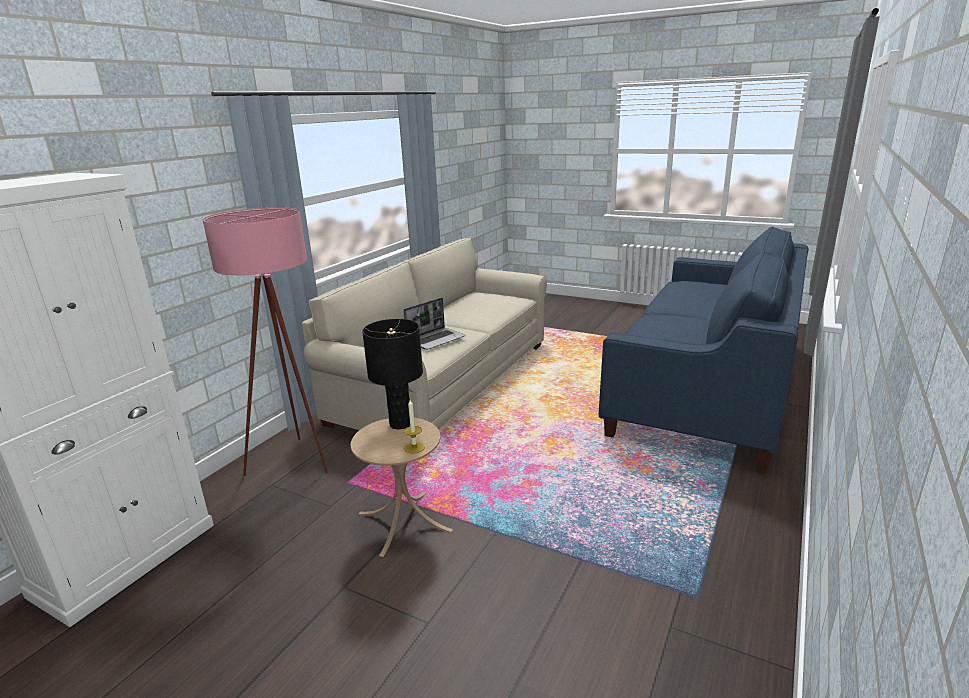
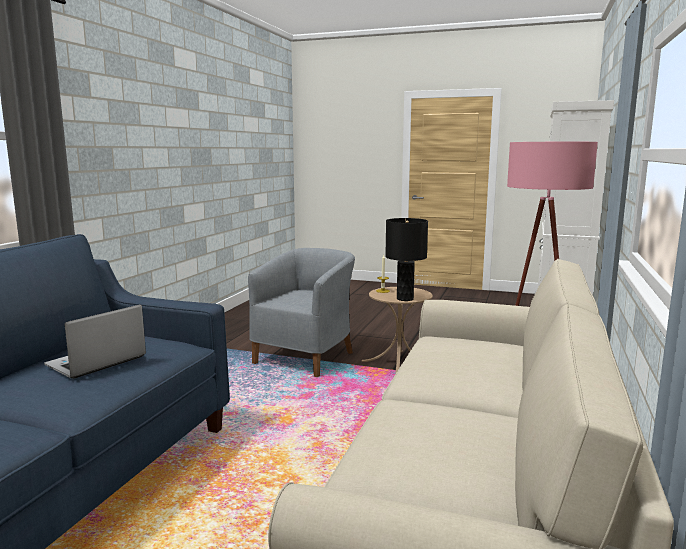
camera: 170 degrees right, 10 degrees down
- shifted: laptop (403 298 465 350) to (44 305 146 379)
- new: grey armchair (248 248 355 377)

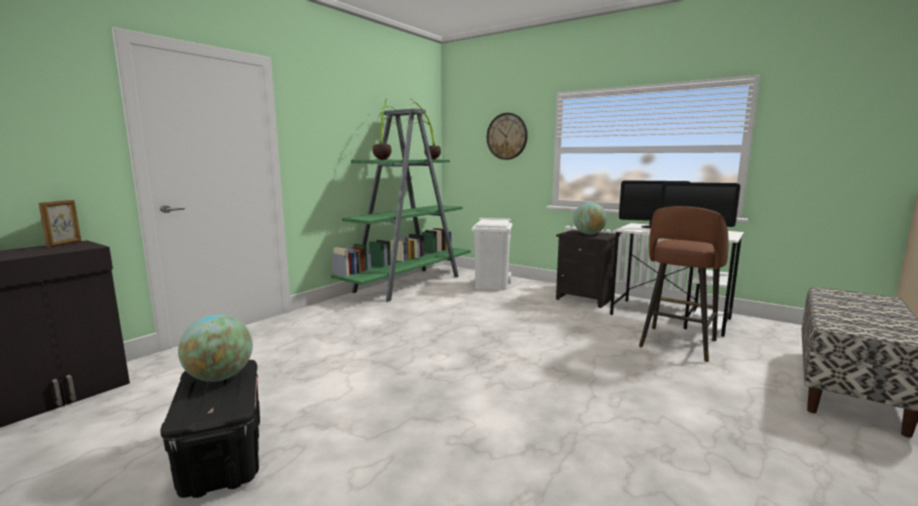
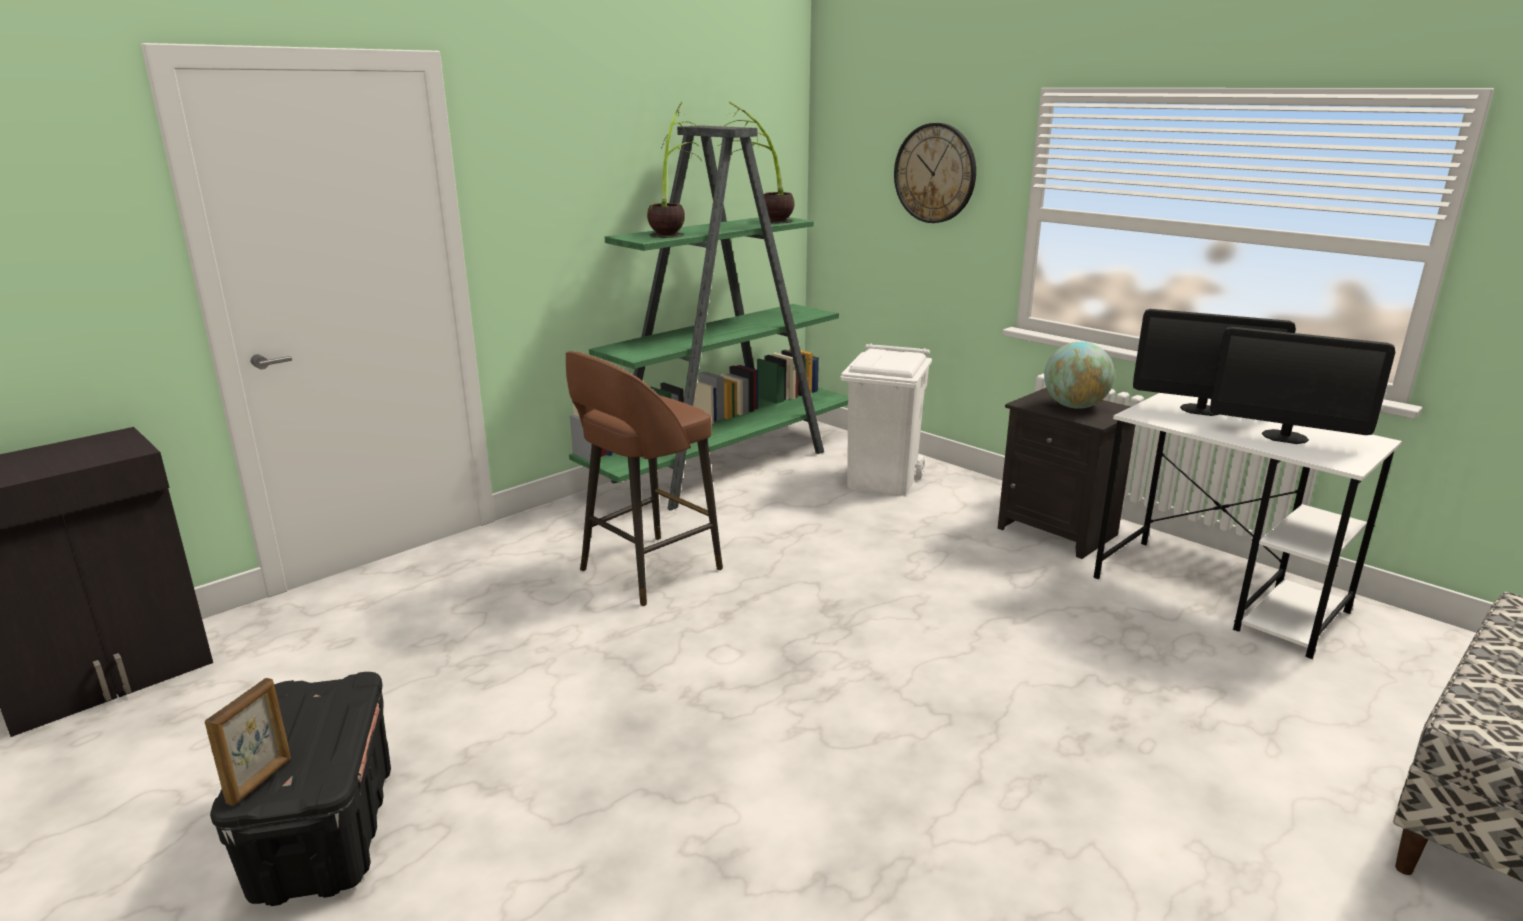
camera: 10 degrees right, 10 degrees up
- shifted: picture frame (39 200 81 247) to (205 678 291 806)
- shifted: brown stool (639 206 729 362) to (566 351 723 606)
- gone: globe (178 314 253 382)

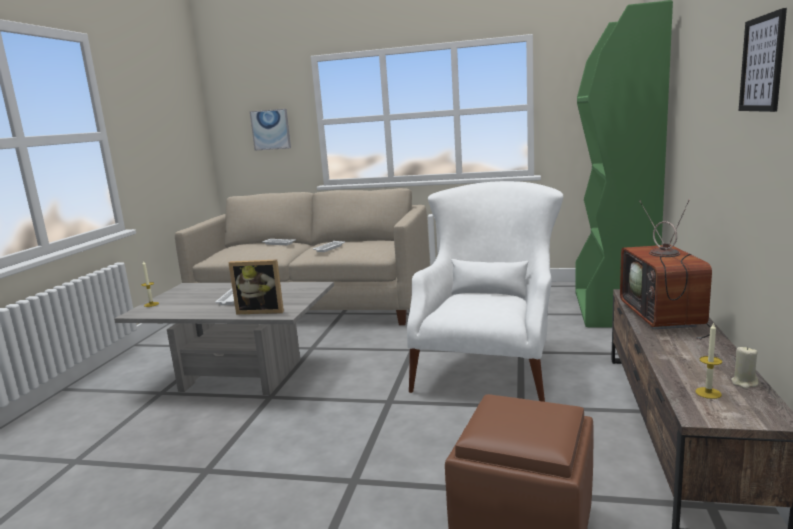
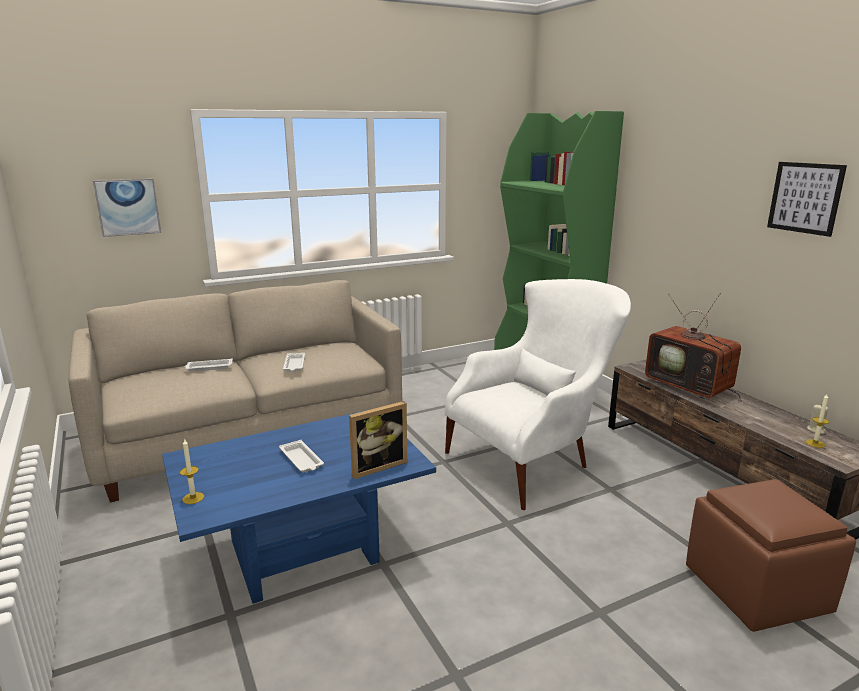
camera: 40 degrees left, 5 degrees up
- repainted: grey coffee table (114 282 334 395) to blue coffee table (162 411 436 604)
- rotated: white armchair (407 181 563 402) = (445 279 631 510) 75 degrees clockwise

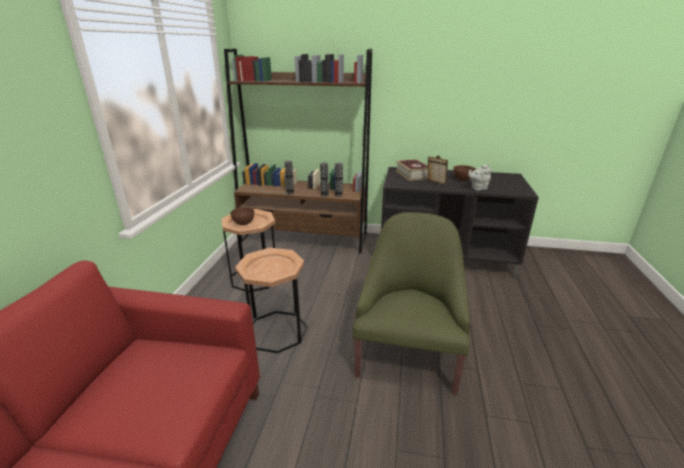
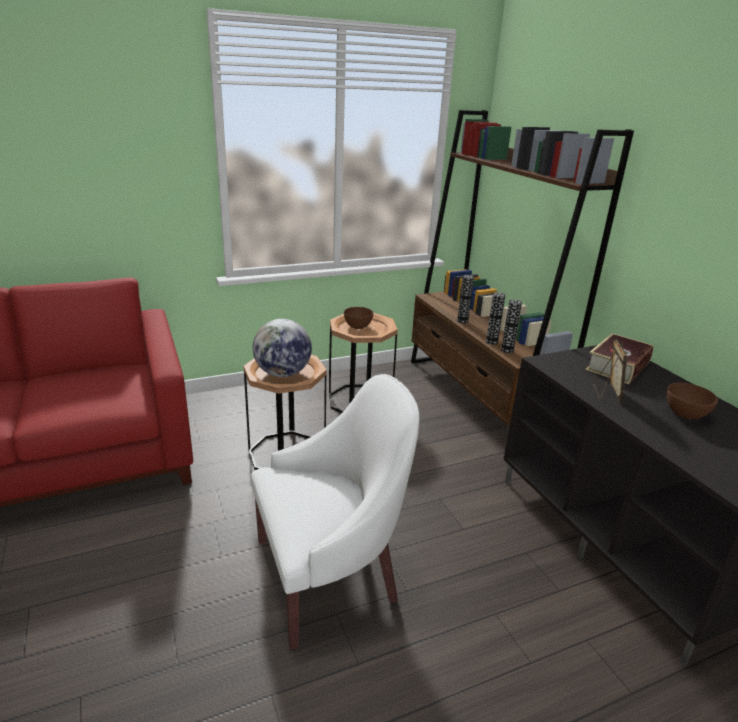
camera: 55 degrees right, 0 degrees up
- repainted: green armchair (353 213 470 395) to white armchair (251 374 420 650)
- new: globe (253 319 312 377)
- gone: grey teapot (468 164 492 191)

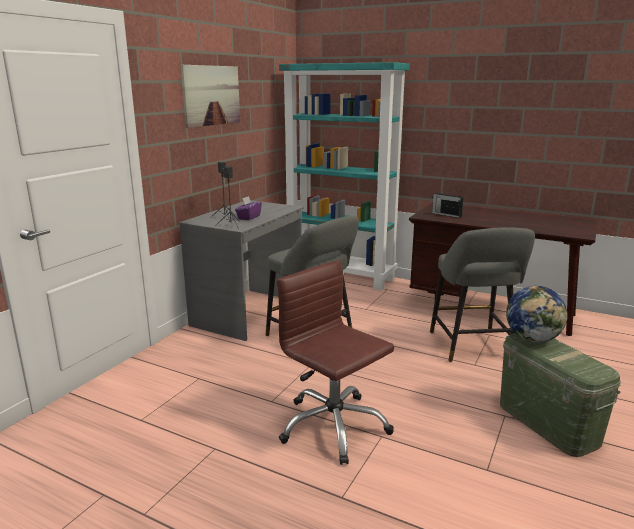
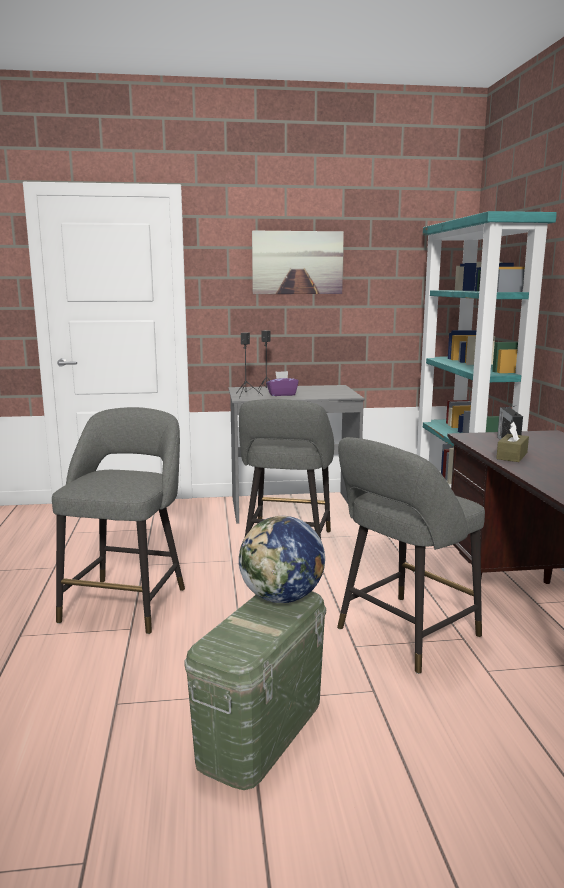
camera: 55 degrees right, 5 degrees down
- swapped: brown office chair (277 260 394 465) to grey stool (52 407 185 634)
- new: brown tissue box (496 422 529 462)

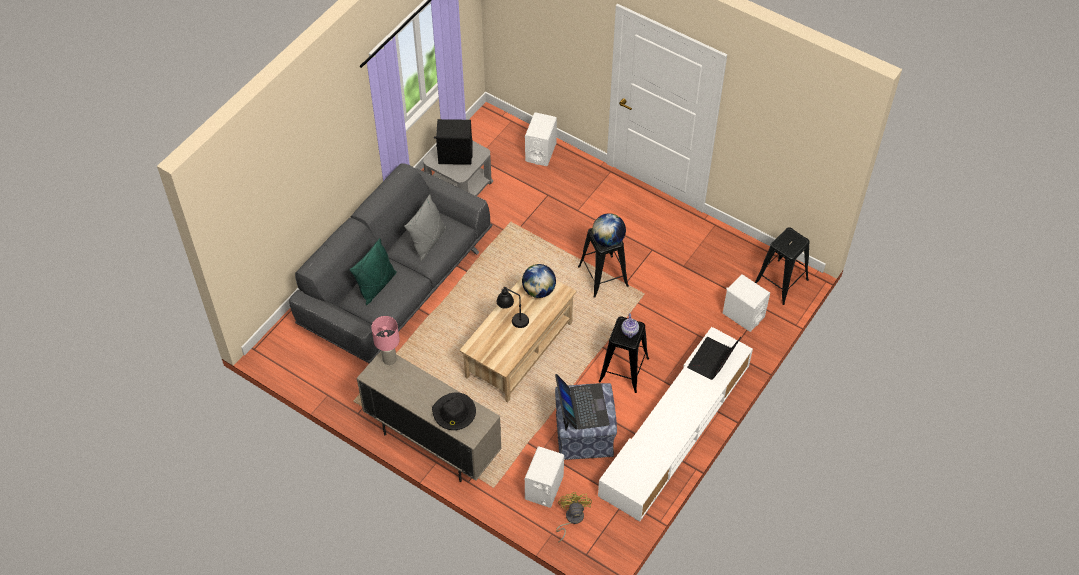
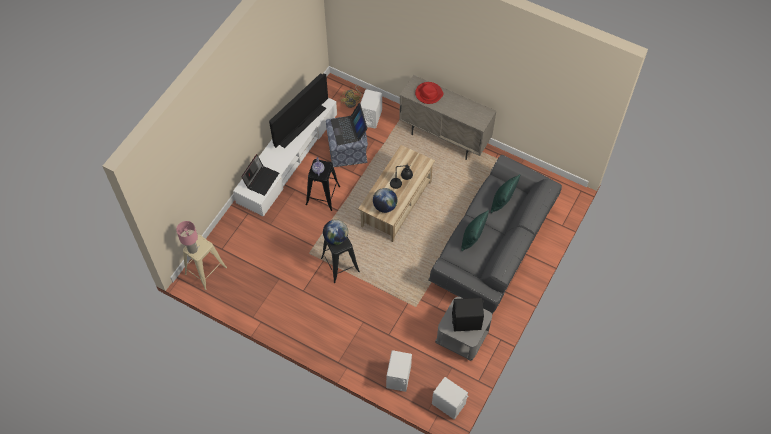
camera: 175 degrees right, 5 degrees up
- shifted: pink table lamp (371 316 400 365) to (176 221 198 254)
- repainted: black stool (755 227 810 305) to beige stool (183 235 227 290)
- new: television (269 73 328 148)
- repainted: black hat (432 392 476 430) to red hat (415 82 444 104)
- shifted: white speaker (723 274 770 332) to (432 377 468 420)
- repainted: grey pillow (404 195 446 261) to green pillow (461 210 489 251)

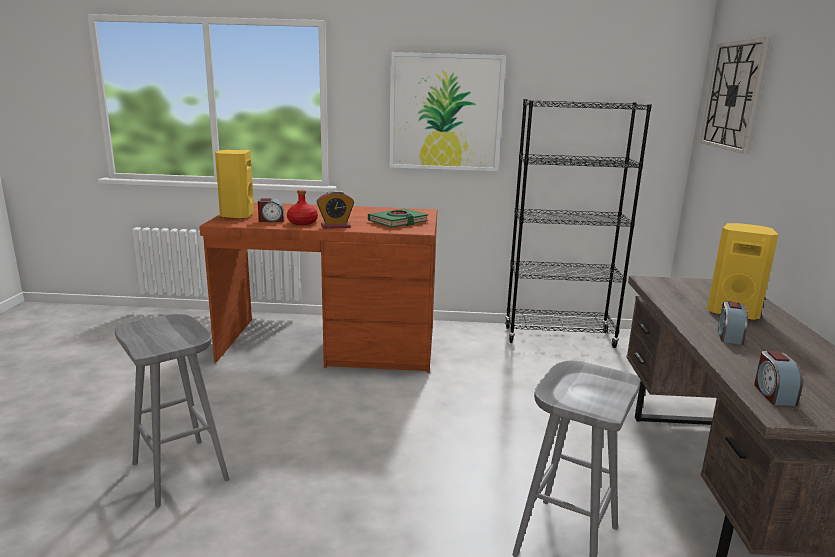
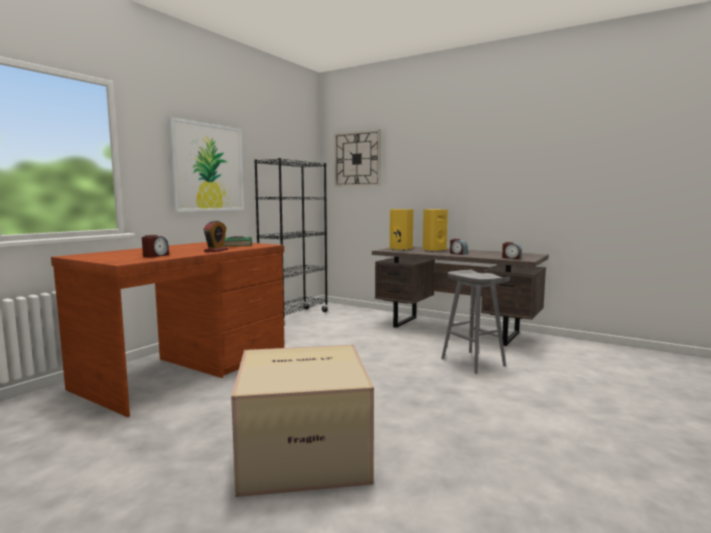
camera: 60 degrees left, 10 degrees down
- swapped: grey stool (115 314 229 507) to cardboard box (231 345 374 497)
- shifted: yellow speaker (215 150 254 219) to (390 209 413 251)
- gone: red bottle (287 190 318 225)

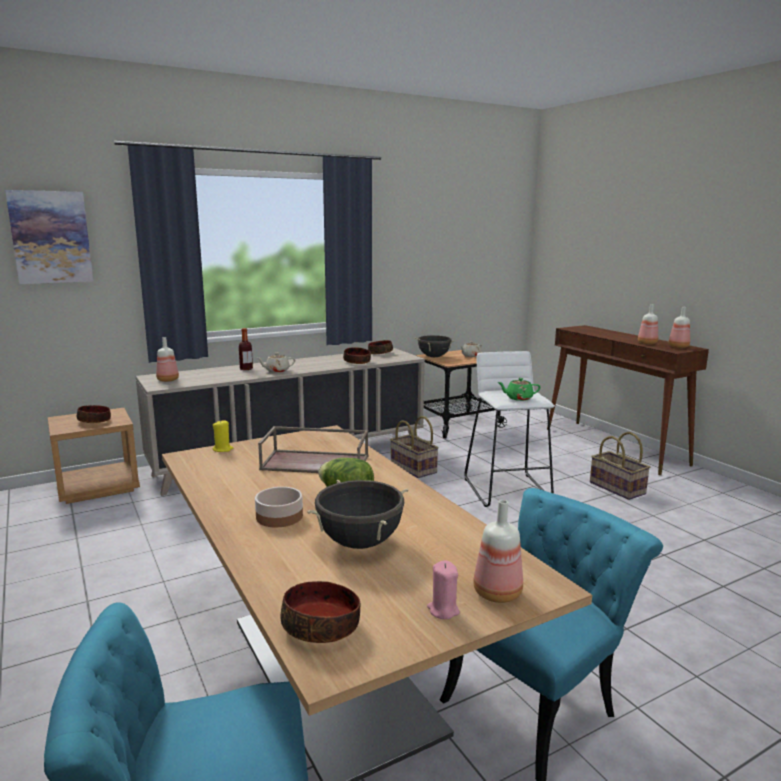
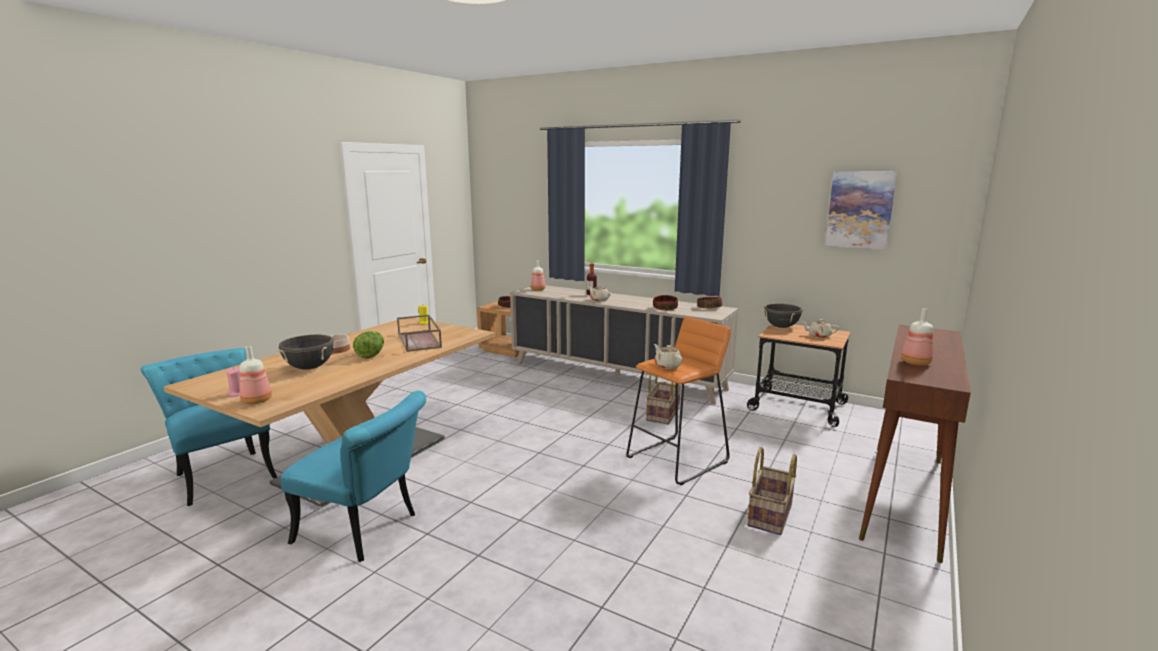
camera: 60 degrees right, 0 degrees up
- repainted: white stool (464 351 555 507) to orange stool (626 317 731 485)
- repainted: green teapot (498 378 541 401) to beige teapot (654 344 683 369)
- shifted: picture (5 190 93 284) to (825 171 897 249)
- gone: bowl (281 581 360 643)
- gone: bottle (669 307 690 348)

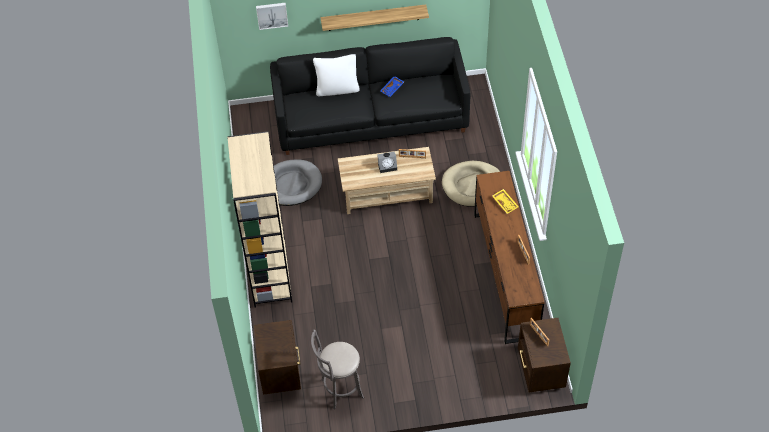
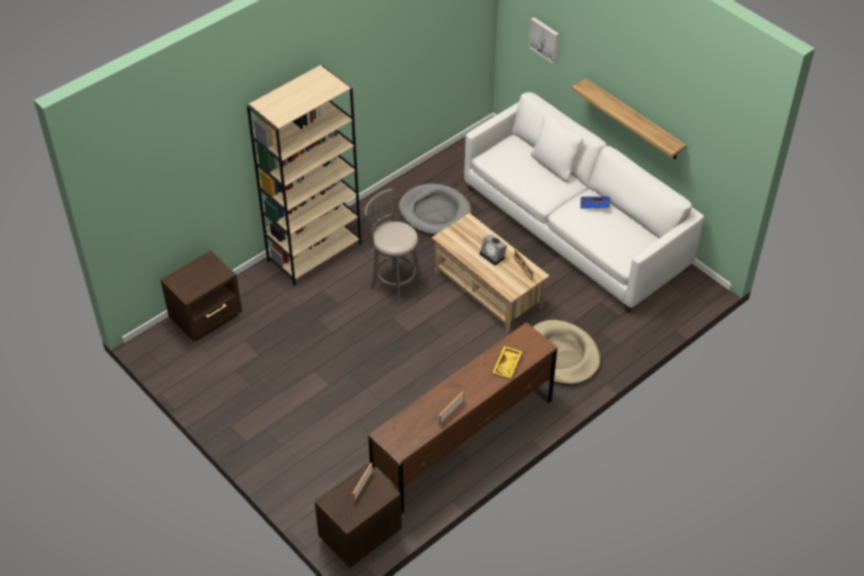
camera: 55 degrees right, 5 degrees down
- shifted: grey stool (311 329 364 409) to (364 188 423 304)
- repainted: black sofa (270 37 470 155) to white sofa (464 92 704 313)

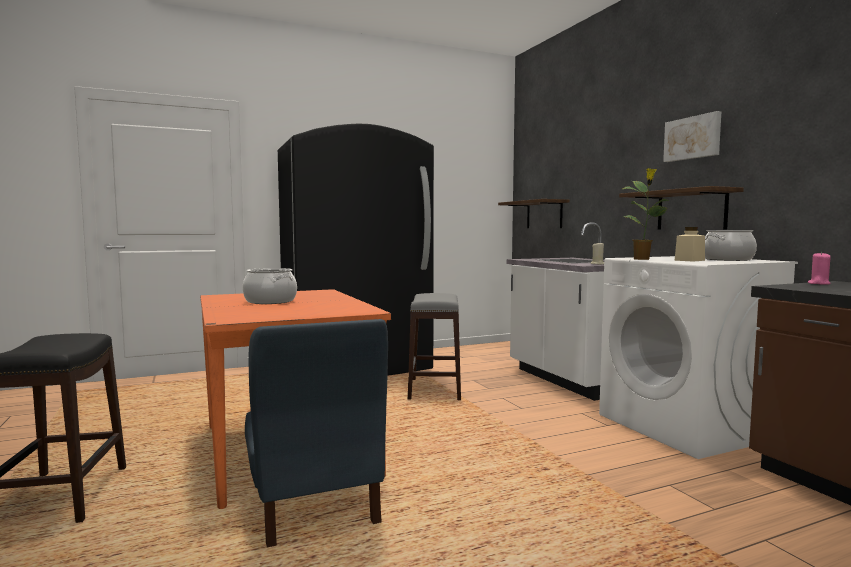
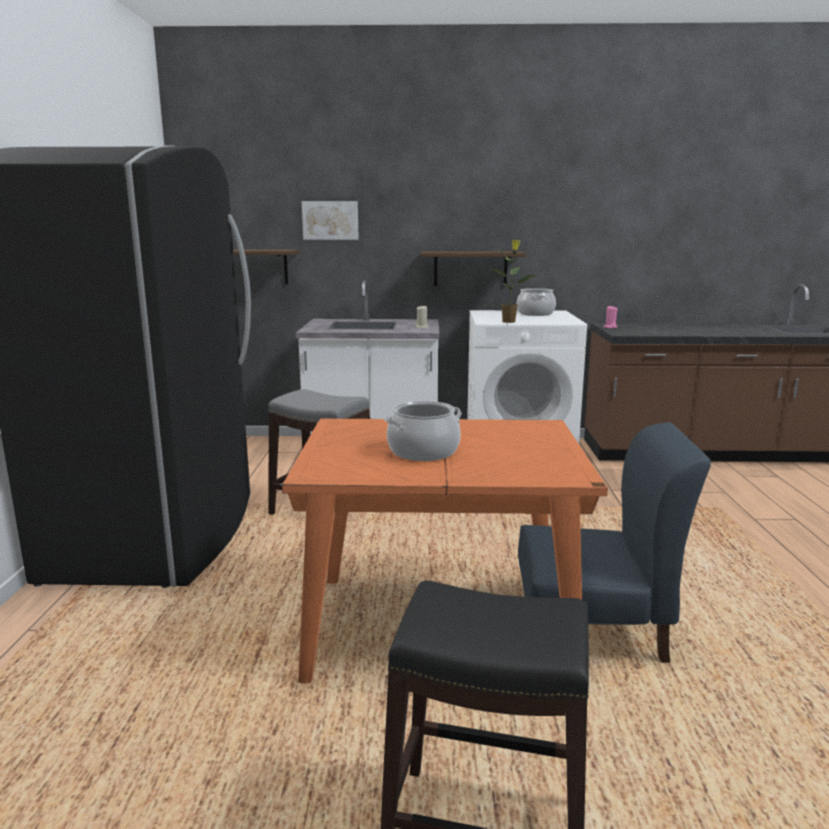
camera: 65 degrees left, 10 degrees up
- shifted: picture (663 111 721 162) to (302 201 359 240)
- gone: beige jar (675 227 705 262)

